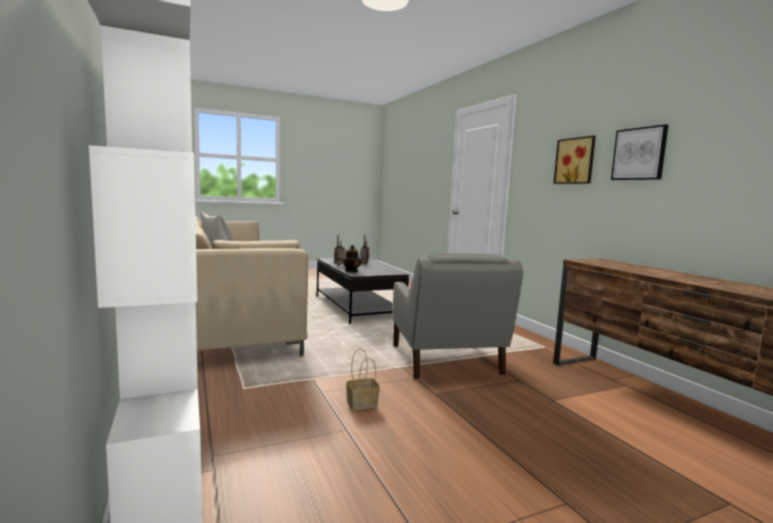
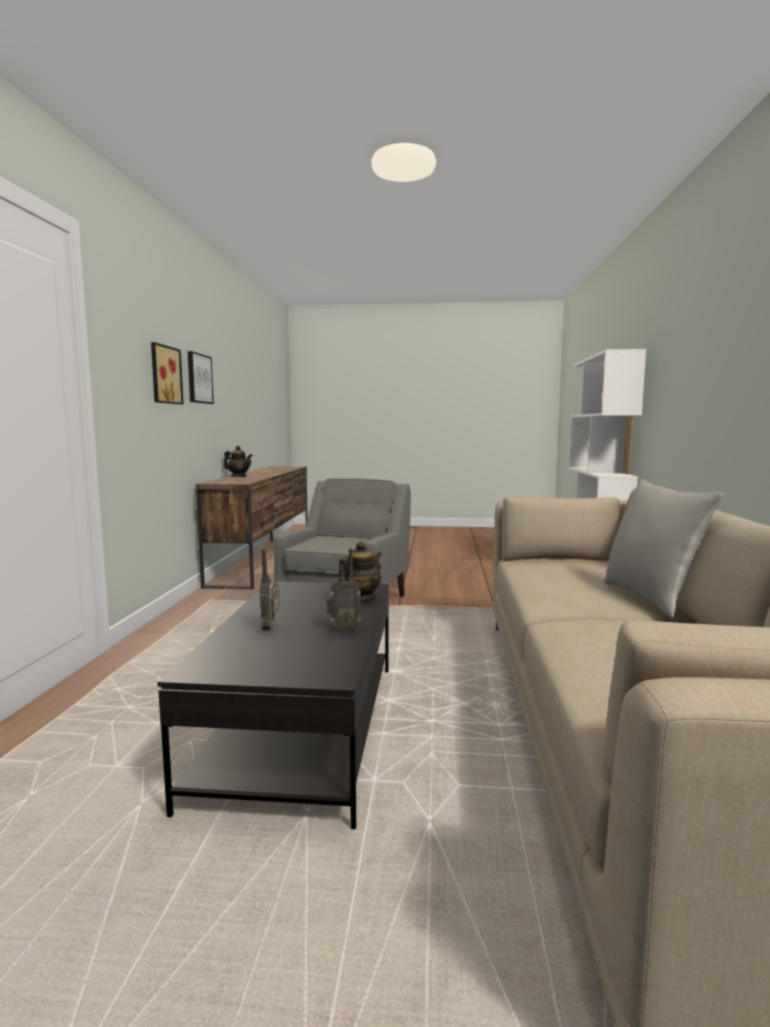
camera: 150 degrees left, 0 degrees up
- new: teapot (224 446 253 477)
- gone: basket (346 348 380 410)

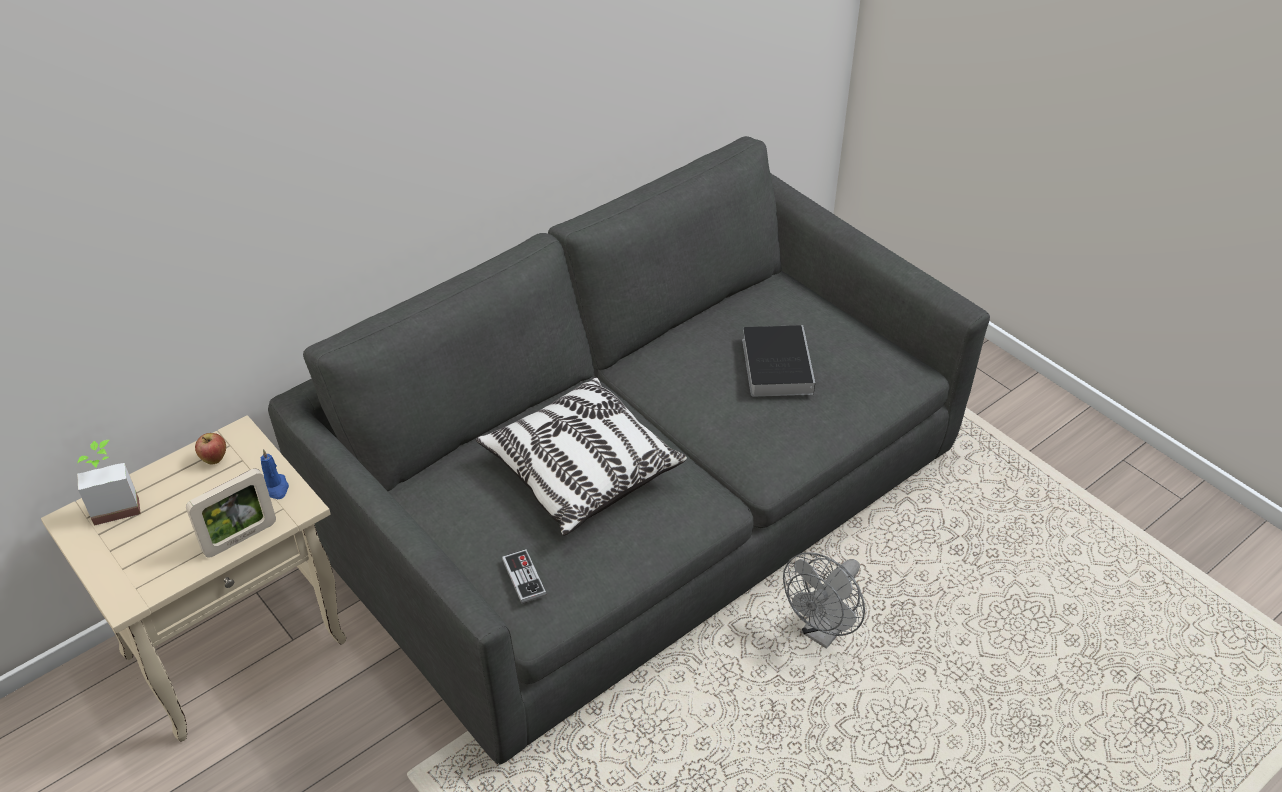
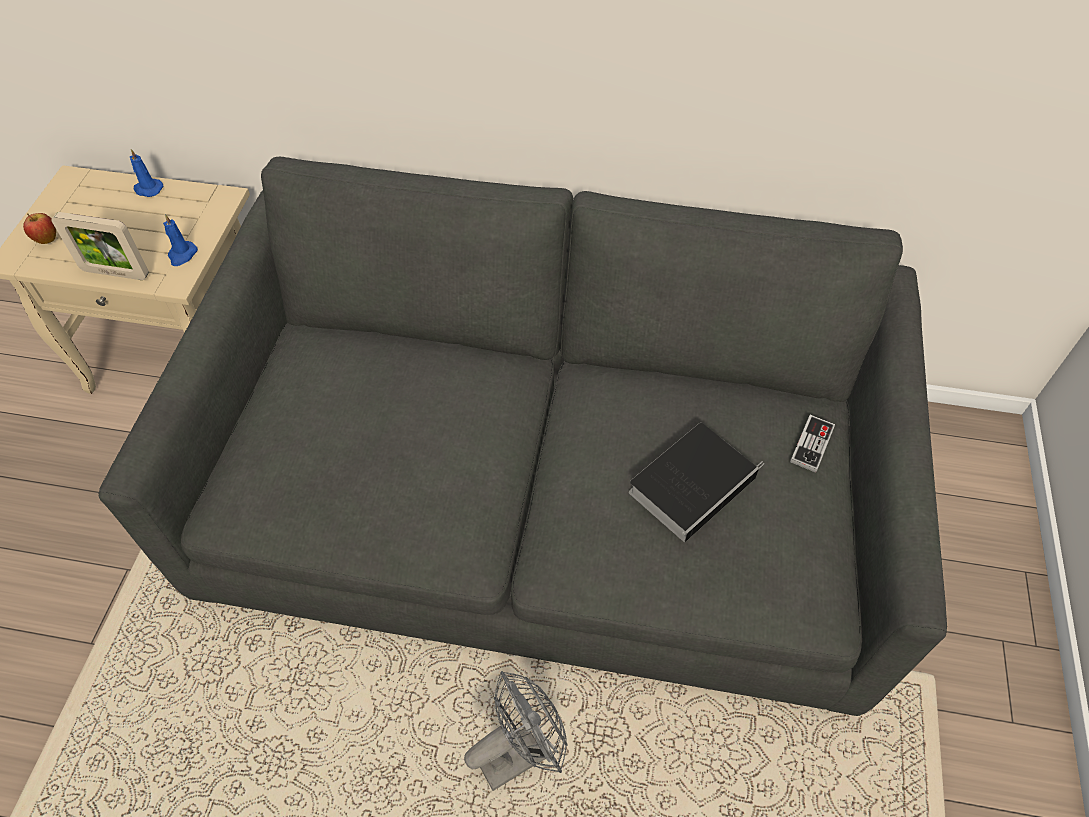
camera: 50 degrees right, 10 degrees up
- shifted: apple (195 433 226 464) to (23 213 56 244)
- new: blue candle (130 149 164 197)
- rotated: grey fan (783 553 865 649) = (464 671 568 791) 150 degrees clockwise
- shifted: game controller (502 549 546 604) to (790 415 835 473)
- gone: potted plant (77 440 141 526)
- gone: pillow (476 376 687 536)

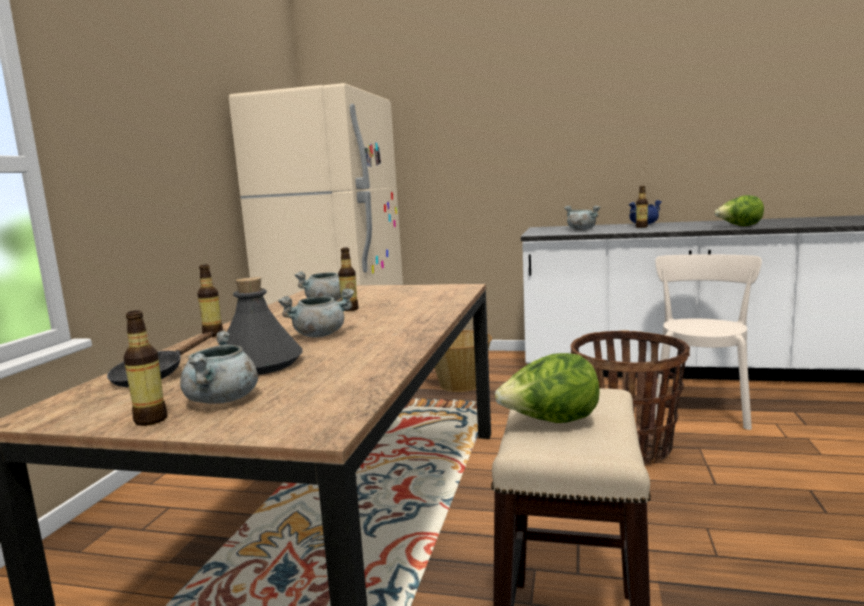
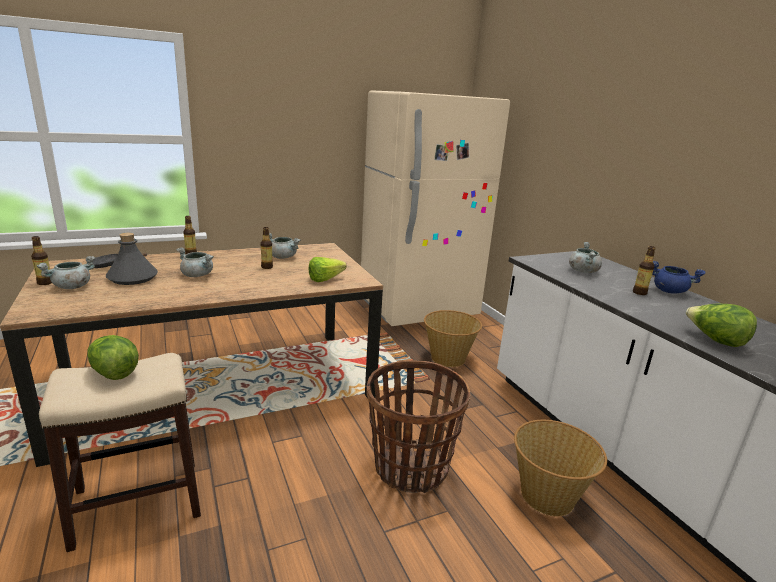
camera: 50 degrees right, 10 degrees up
- new: lettuce (309 257 347 282)
- swapped: beige chair (655 254 762 430) to basket (514 420 607 516)

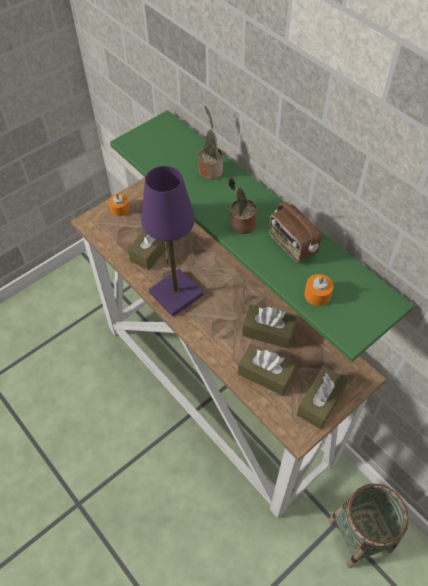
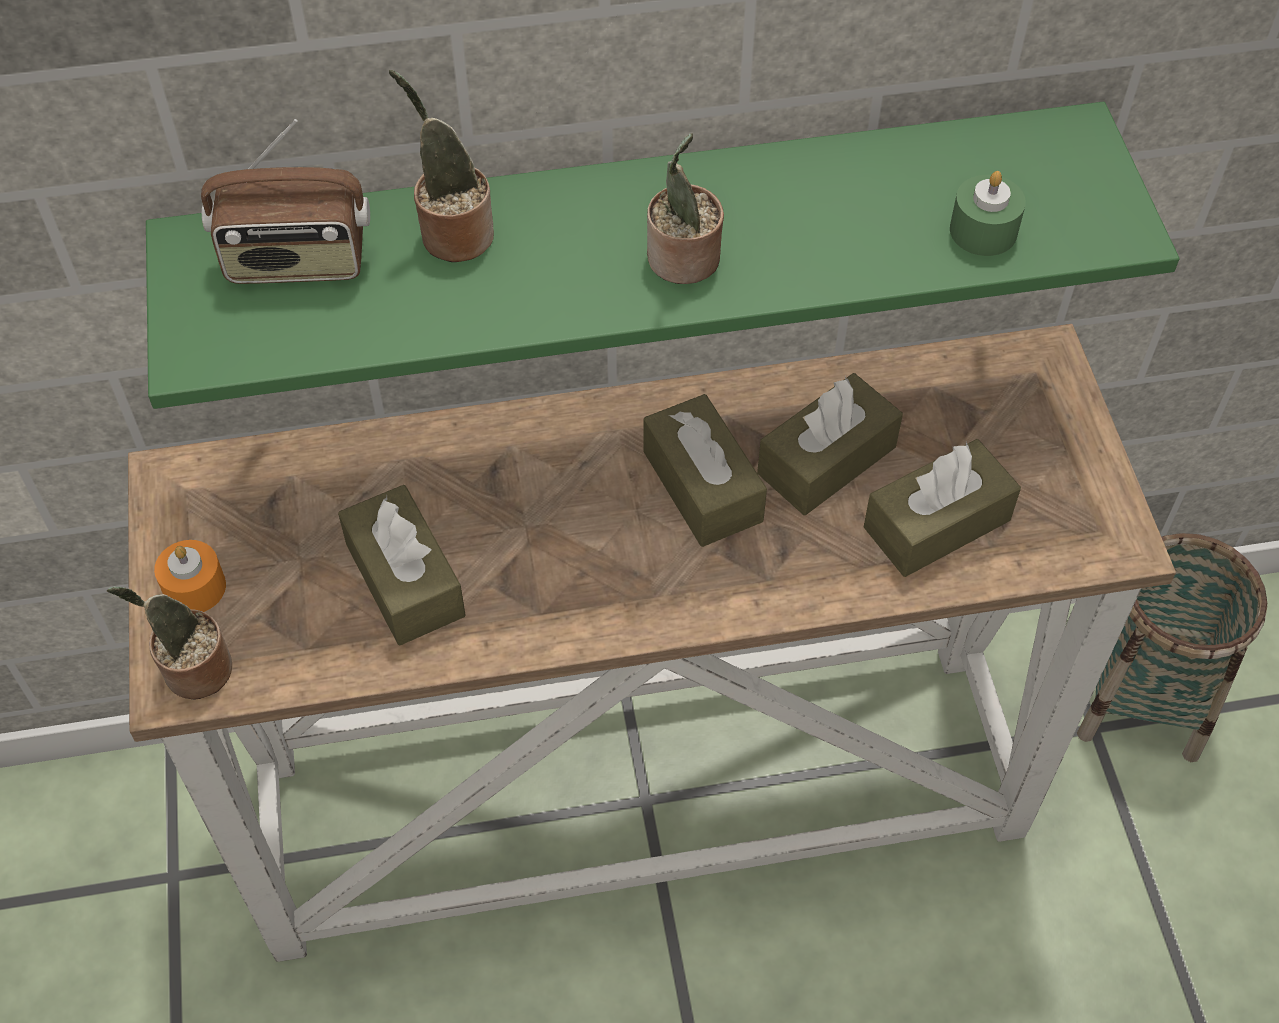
camera: 60 degrees left, 0 degrees up
- new: potted plant (107 586 232 700)
- shifted: radio (269 202 322 263) to (201 119 370 284)
- shifted: brown tissue box (297 366 348 429) to (644 394 767 547)
- repainted: orange candle (304 274 333 306) to green candle (950 171 1026 256)
- gone: purple table lamp (141 166 203 317)

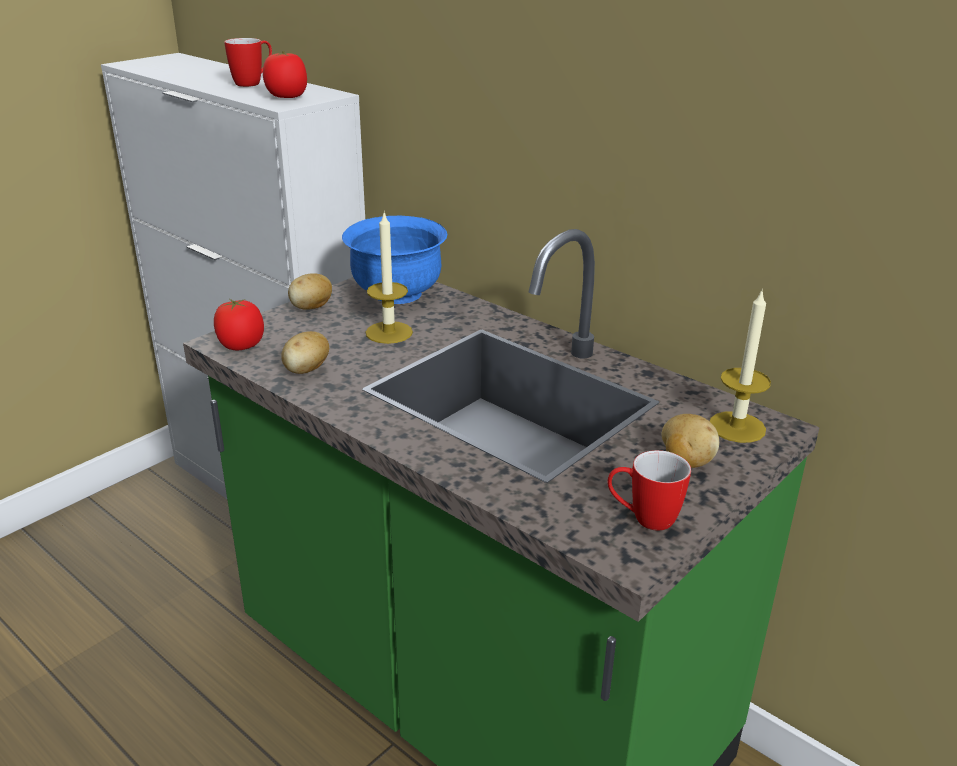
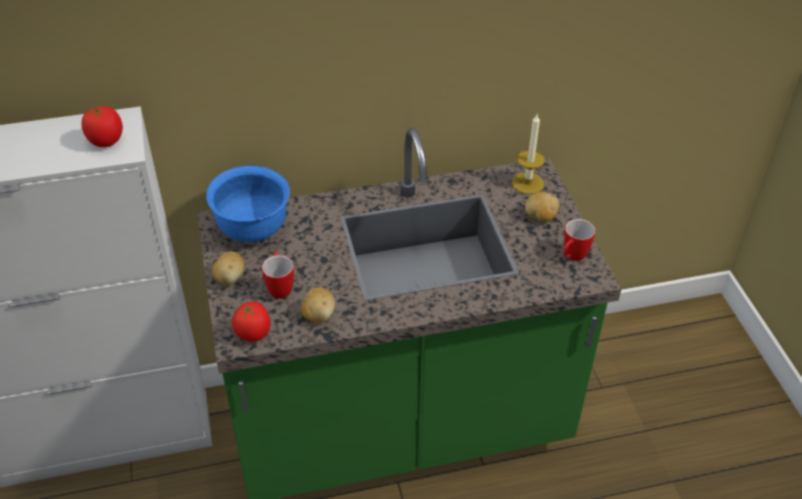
camera: 55 degrees left, 15 degrees up
- shifted: mug (224 38 272 87) to (262 251 294 299)
- gone: candle (366 211 413 344)

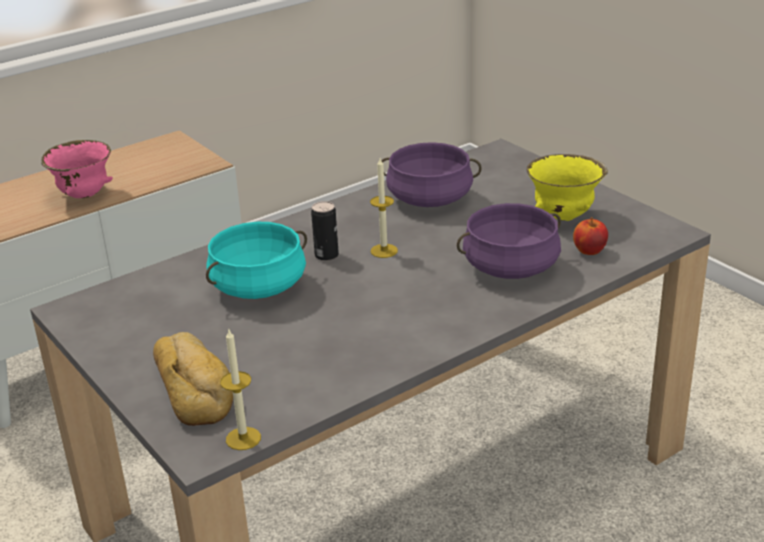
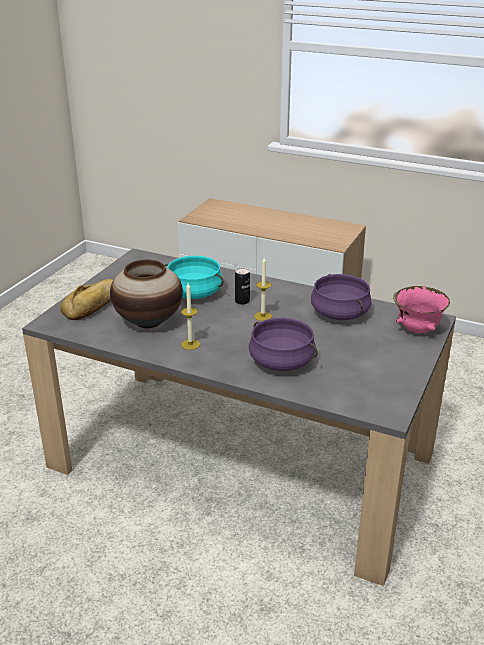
camera: 60 degrees right, 0 degrees up
- new: vase (110 259 183 328)
- shifted: candle (220 330 261 450) to (181 283 200 350)
- shifted: pink bowl (41 140 113 198) to (393 286 450 333)
- gone: yellow bowl (527 154 608 221)
- gone: apple (573 217 608 255)

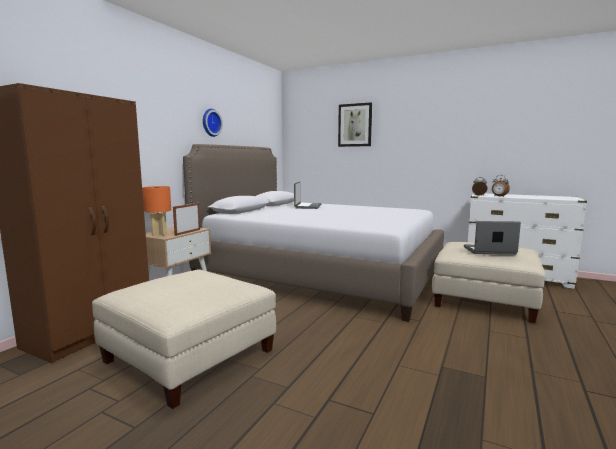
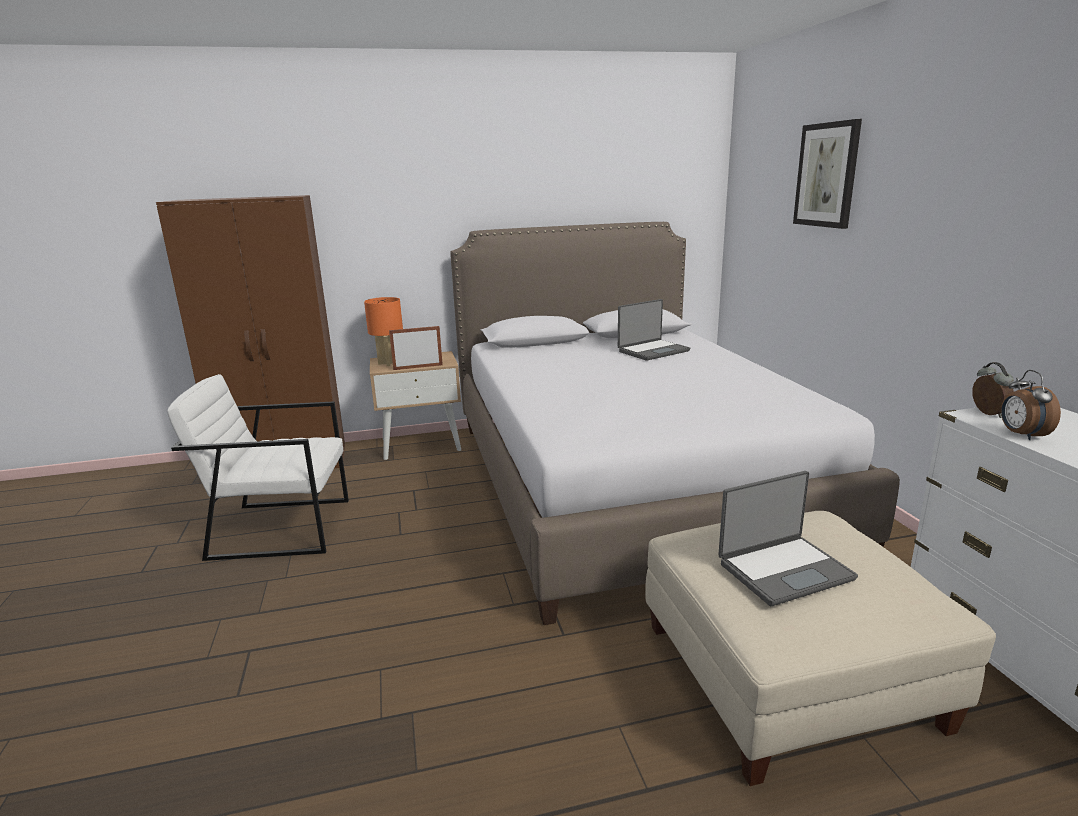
camera: 50 degrees right, 10 degrees up
- swapped: beige ottoman (92 270 276 409) to white armchair (167 374 349 561)
- rotated: laptop (464 221 521 255) = (718 471 858 606) 105 degrees clockwise
- gone: wall clock (203 109 223 137)

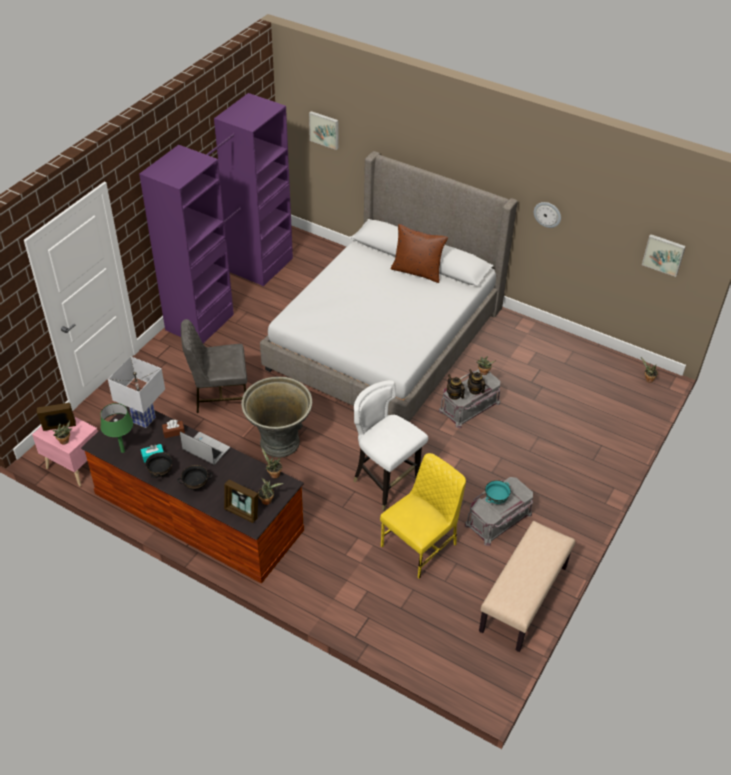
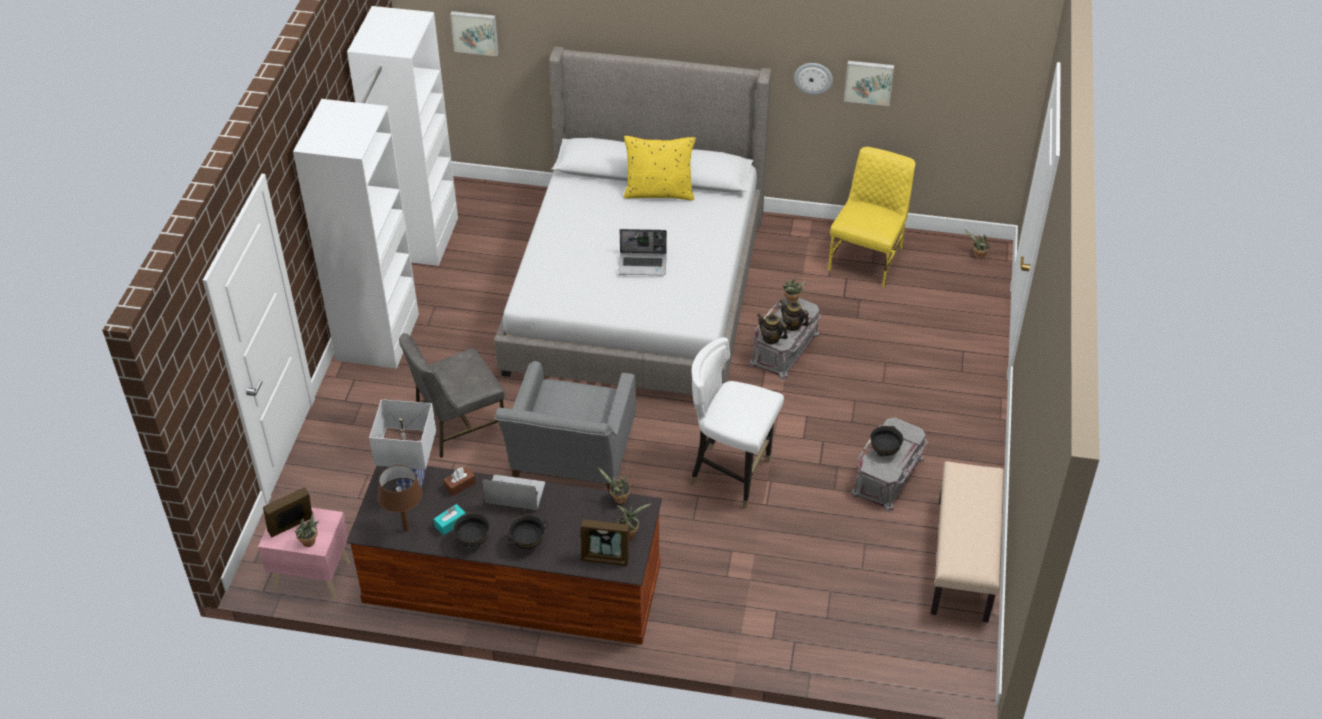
camera: 20 degrees left, 0 degrees up
- repainted: purple wardrobe (139 93 293 343) to white wardrobe (293 6 458 369)
- repainted: green table lamp (101 403 133 453) to brown table lamp (378 465 423 532)
- swapped: grey planter (241 376 312 458) to grey armchair (494 361 636 491)
- new: laptop (618 229 667 276)
- repainted: brown pillow (391 224 448 283) to yellow pillow (623 136 696 200)
- shifted: yellow chair (380 453 466 579) to (828 147 915 287)
- shifted: picture (642 234 686 277) to (844 61 894 106)
- repainted: turquoise bowl (485 480 511 504) to black bowl (870 426 903 456)

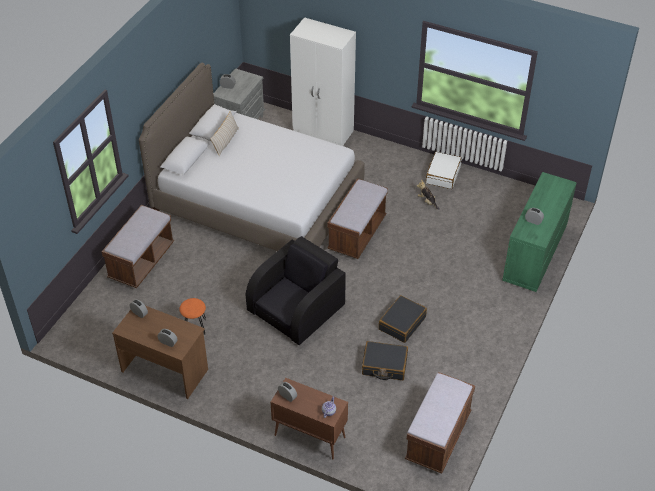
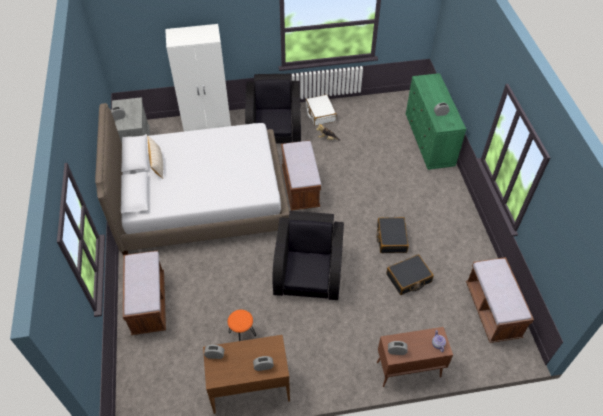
camera: 35 degrees left, 5 degrees up
- new: black armchair (245 74 301 144)

